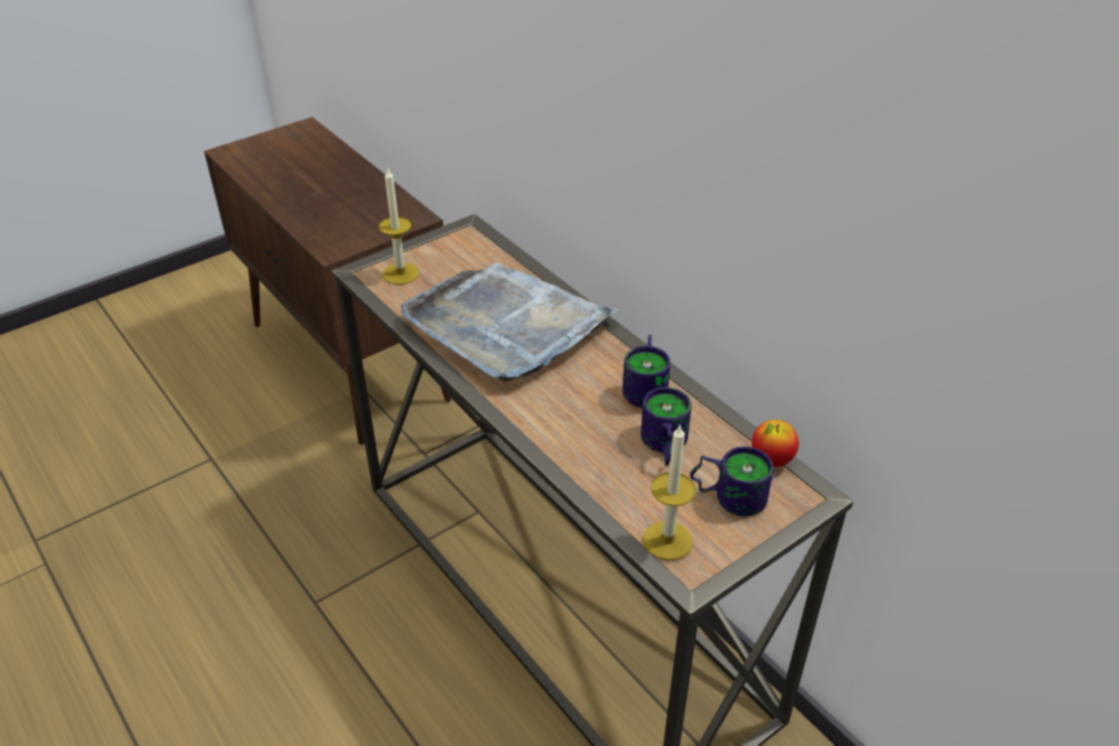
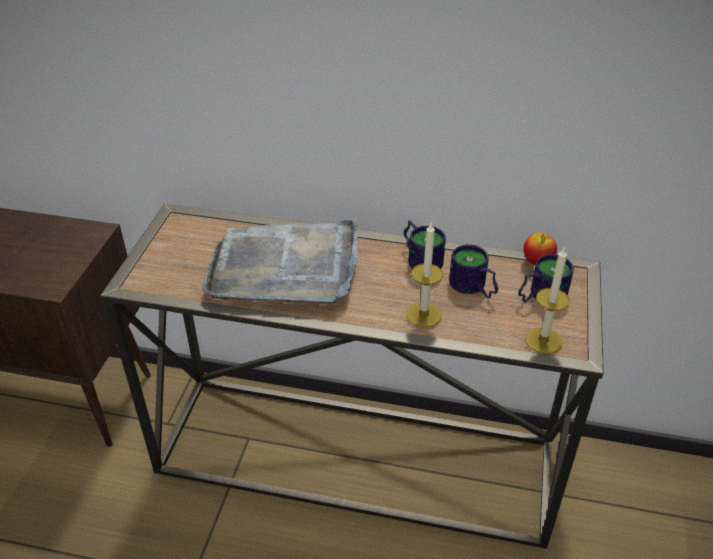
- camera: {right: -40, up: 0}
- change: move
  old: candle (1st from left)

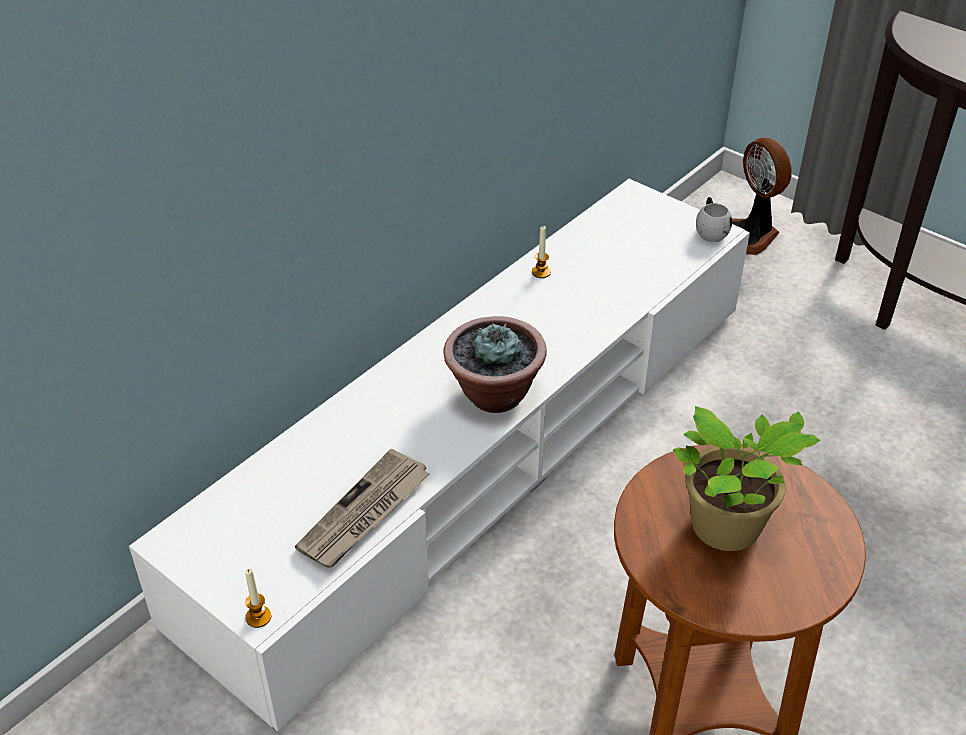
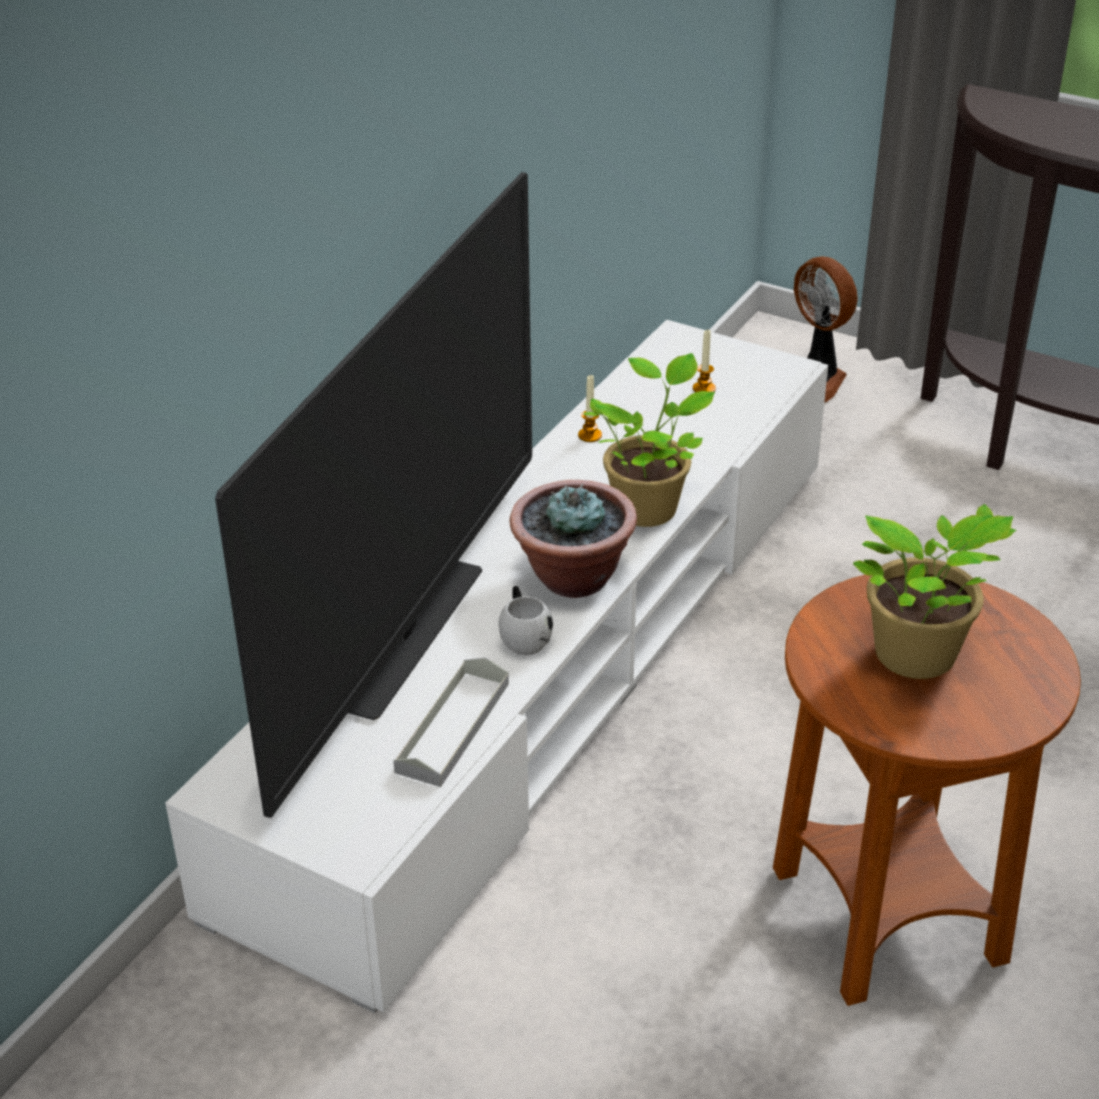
- camera: {right: -10, up: -5}
- change: move
  old: candle (1st from left in the first image)
  new: candle (2nd from left)
- change: replace
  old: newspaper
  new: grey_tray
- change: move
  old: white_mug
- change: insert
  new: television
- change: insert
  new: potted_plant (2nd from left)

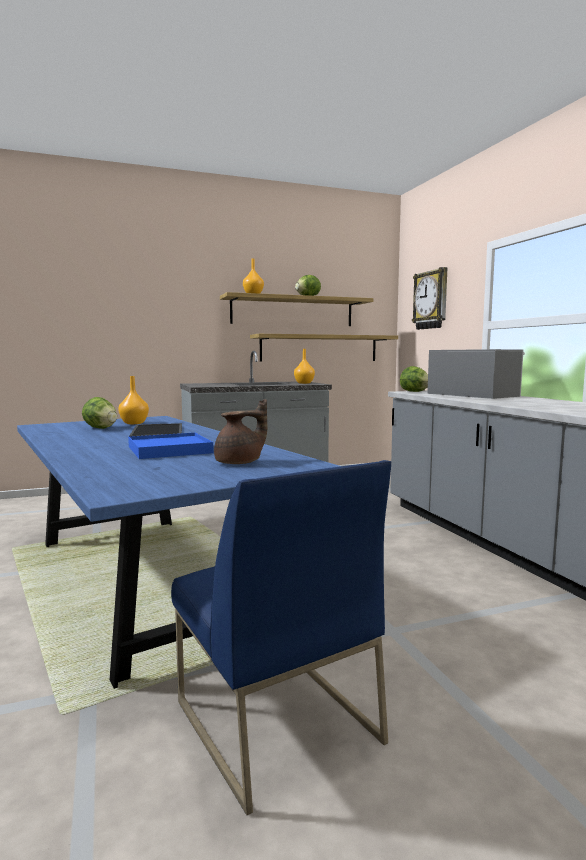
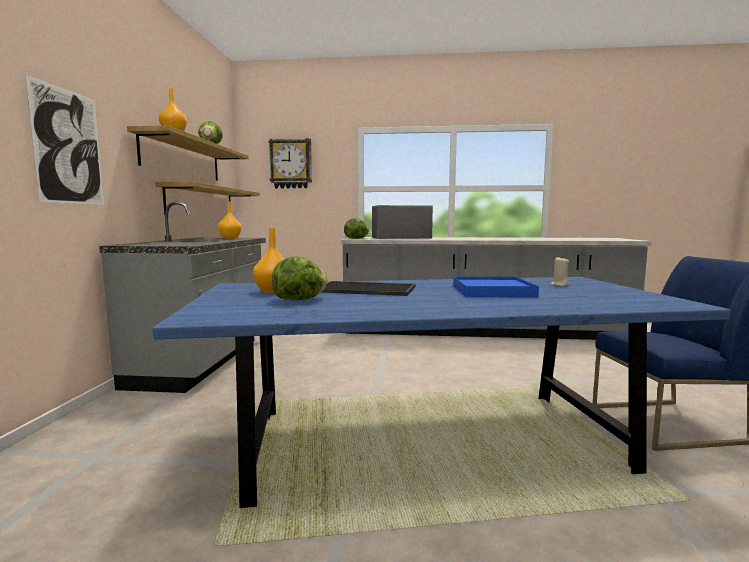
- camera: {right: -65, up: 0}
- change: replace
  old: brown_teapot
  new: beige_candle
- change: insert
  new: picture

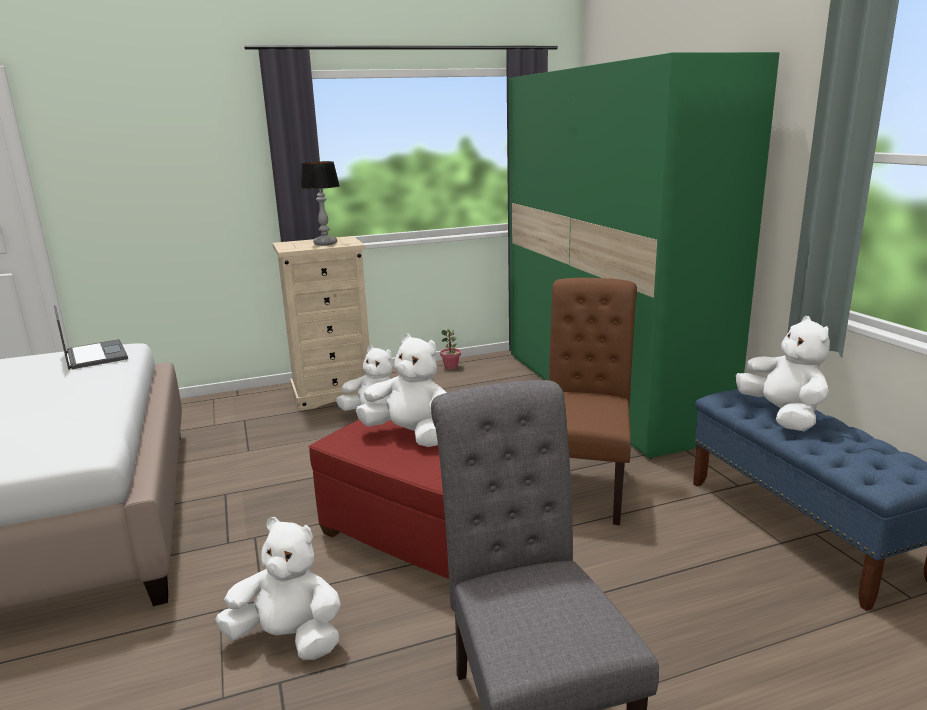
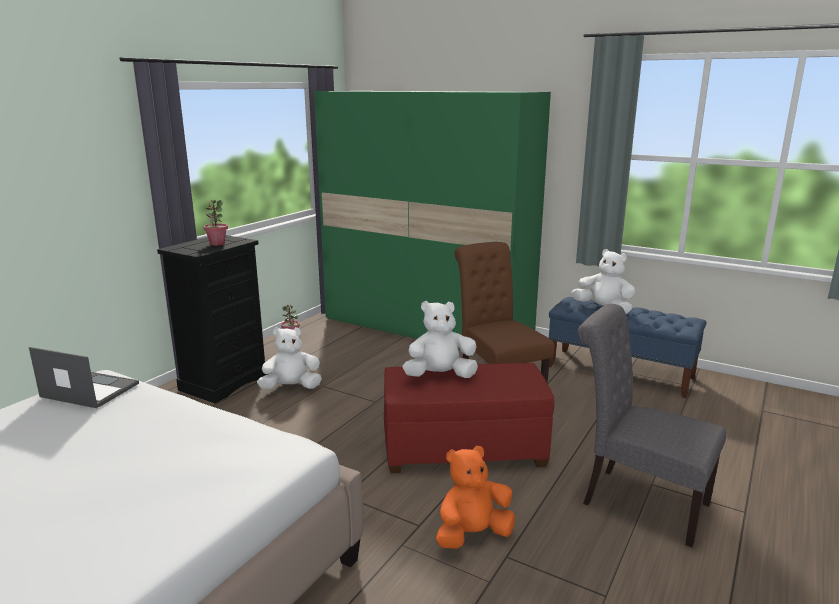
- camera: {right: -40, up: 0}
- change: recolor
  old: white_plush_toy (1st from left)
  new: orange_plush_toy
- change: recolor
  old: beige_dresser
  new: black_dresser
- change: replace
  old: table_lamp
  new: potted_plant (1st from left)

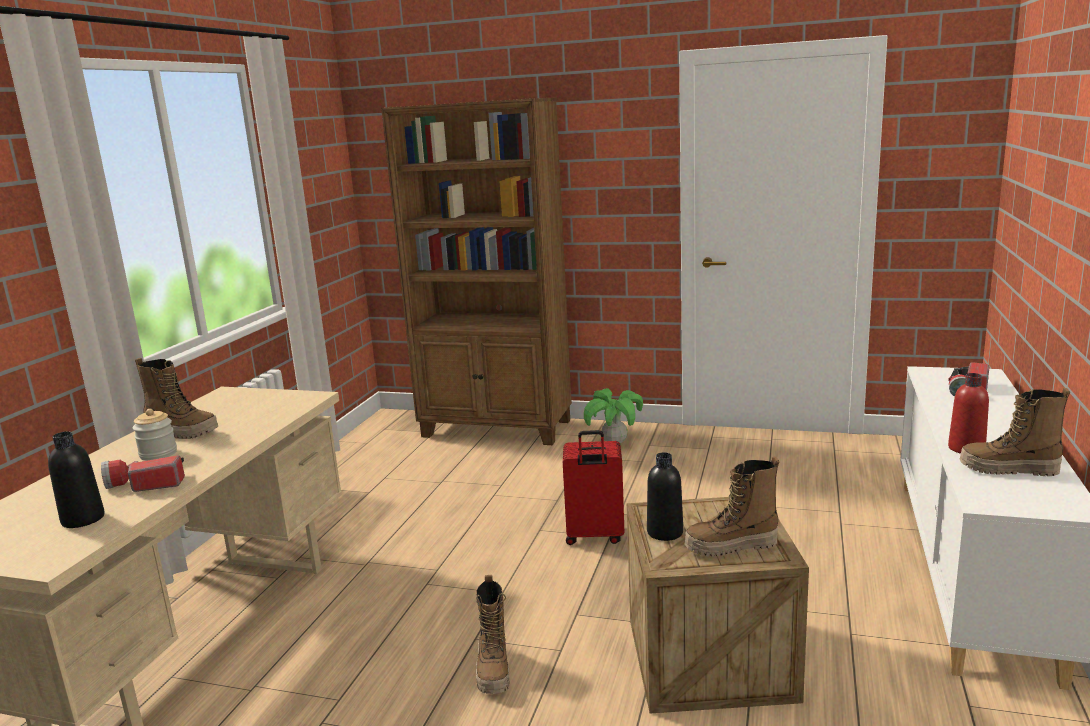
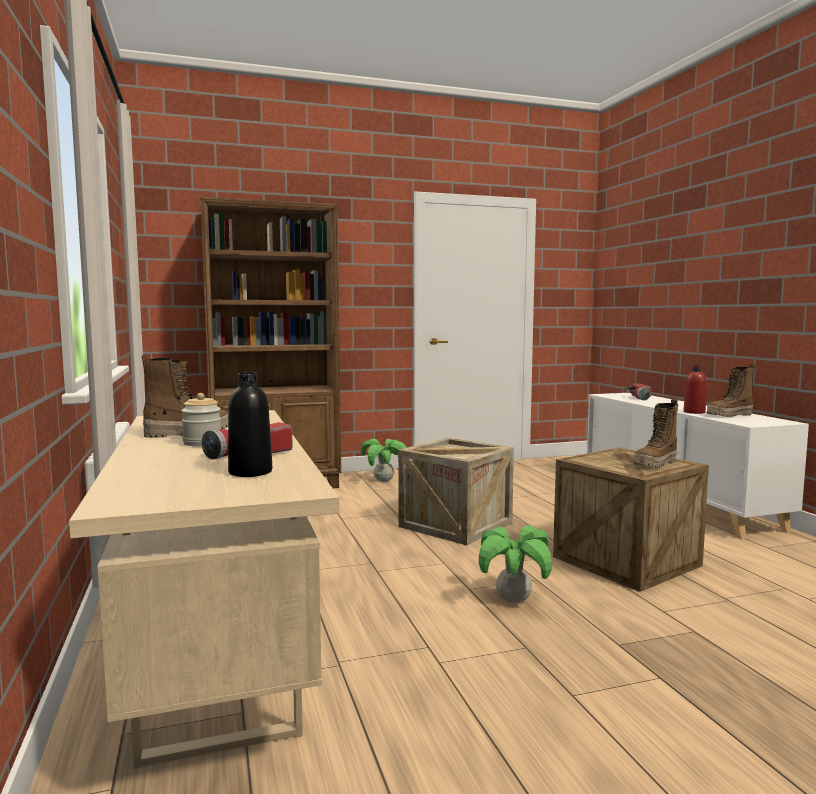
- camera: {right: -35, up: -10}
- change: replace
  old: boot (2nd from left)
  new: potted_plant (2nd from left)
- change: replace
  old: red_suitcase
  new: crate (1st from left)
- change: delete
  old: black_bottle (2nd from left)

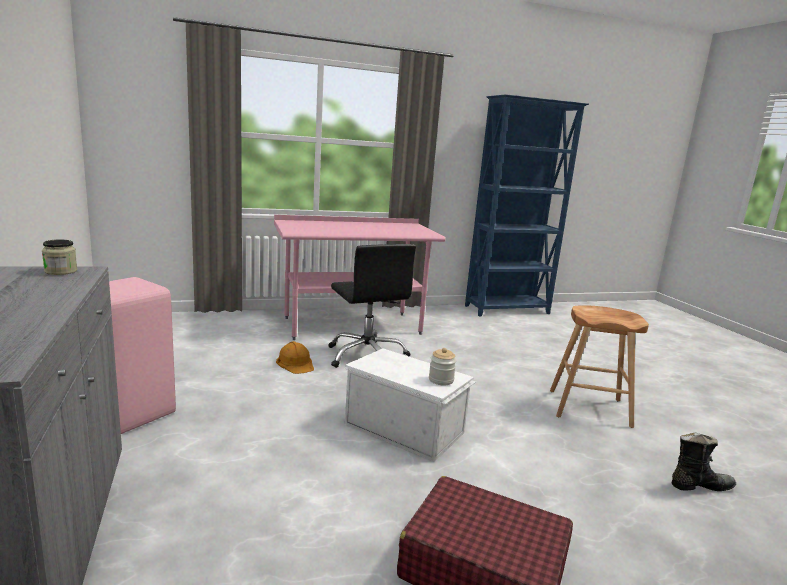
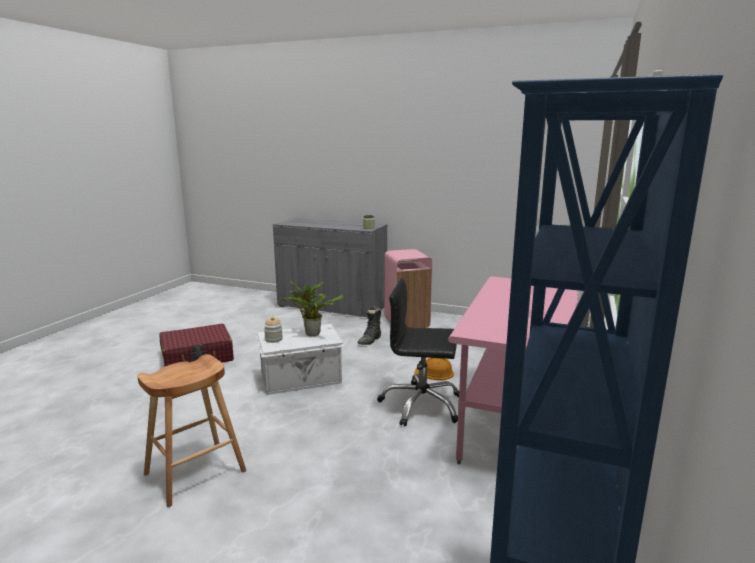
- camera: {right: 130, up: 0}
- change: move
  old: black_boot
- change: insert
  new: potted_plant

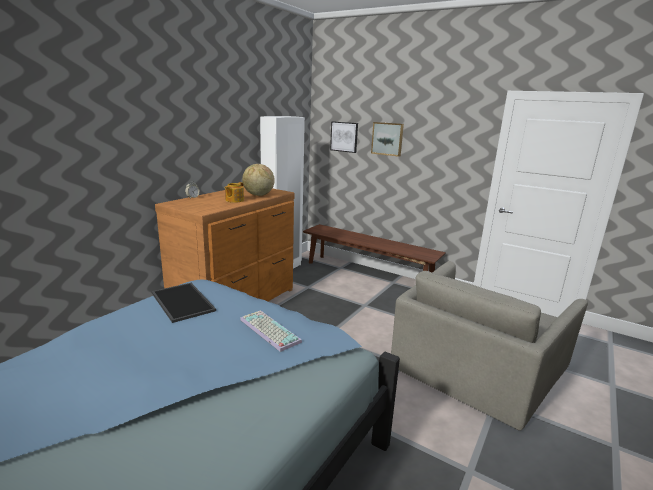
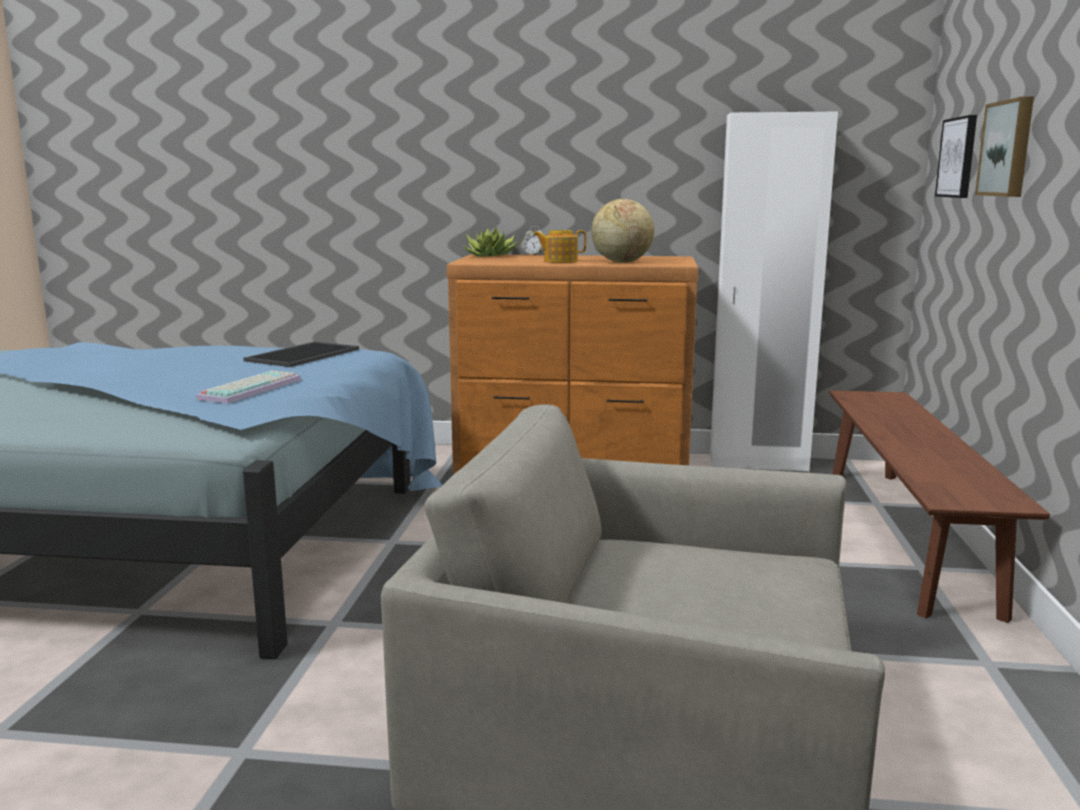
- camera: {right: 65, up: -5}
- change: insert
  new: potted_plant

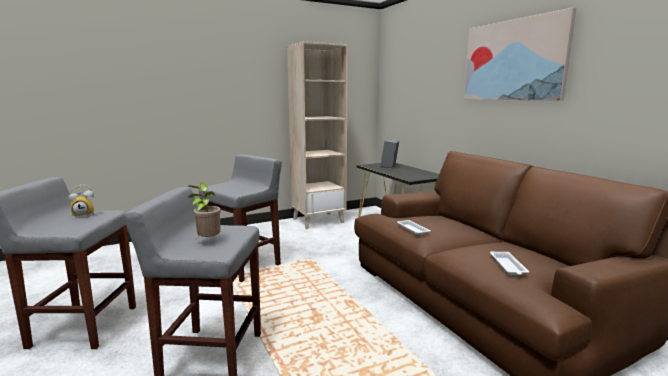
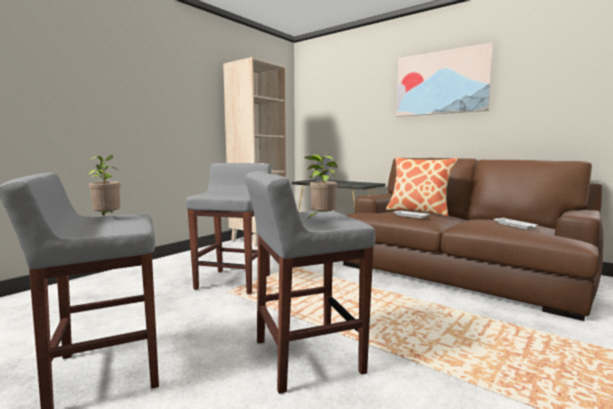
- camera: {right: -25, up: -5}
- change: replace
  old: alarm_clock
  new: potted_plant (1st from left)
- change: insert
  new: pillow

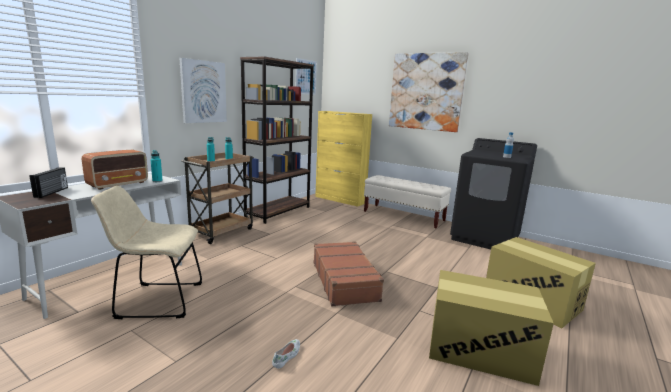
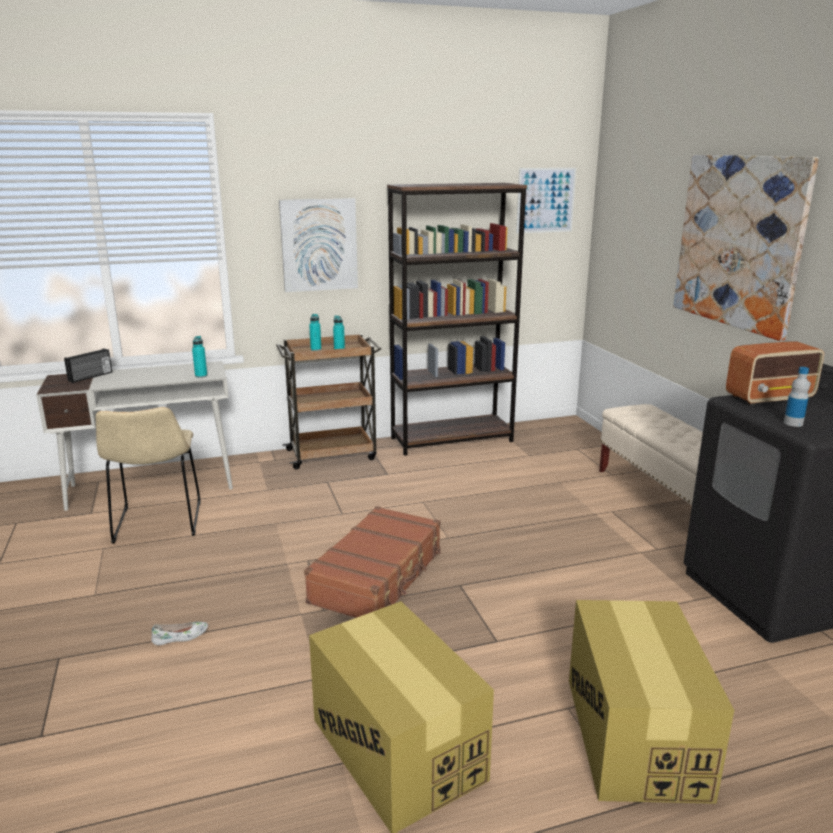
- camera: {right: 40, up: 5}
- change: move
  old: radio (2nd from left)
- change: rotate
  old: beige_chair
  degrees: -135
- change: delete
  old: yellow_cabinet

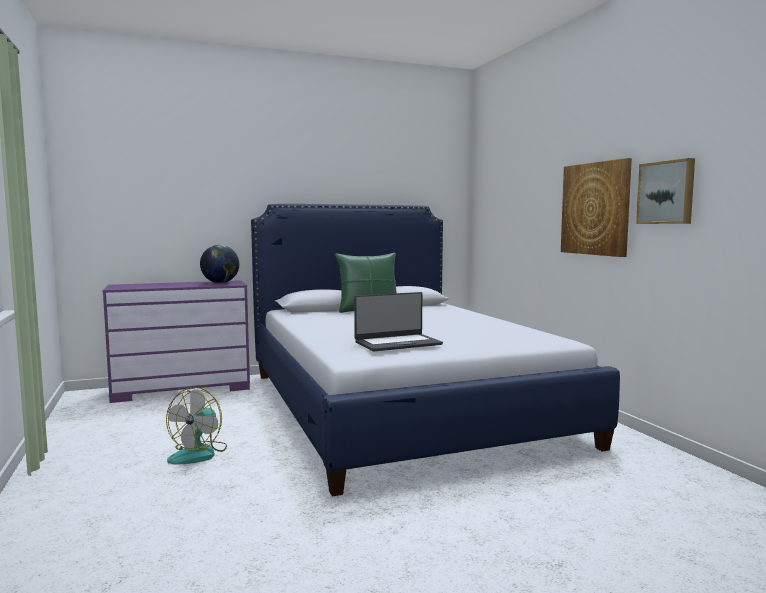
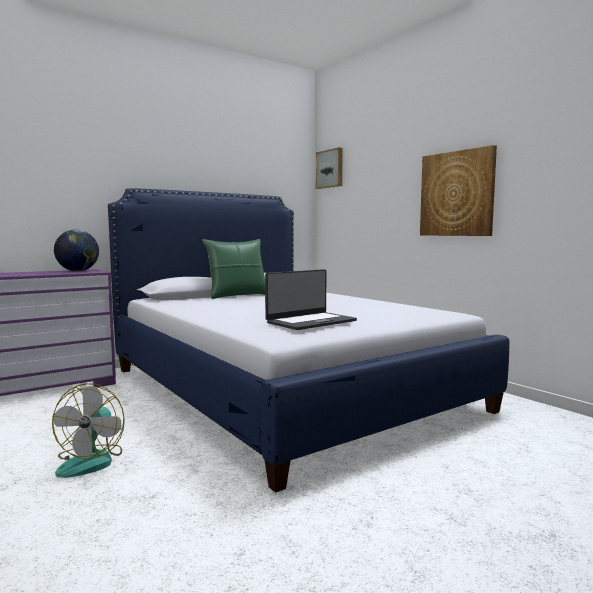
- camera: {right: -15, up: 0}
- change: move
  old: picture (2nd from left in the first image)
  new: picture (1st from left)

